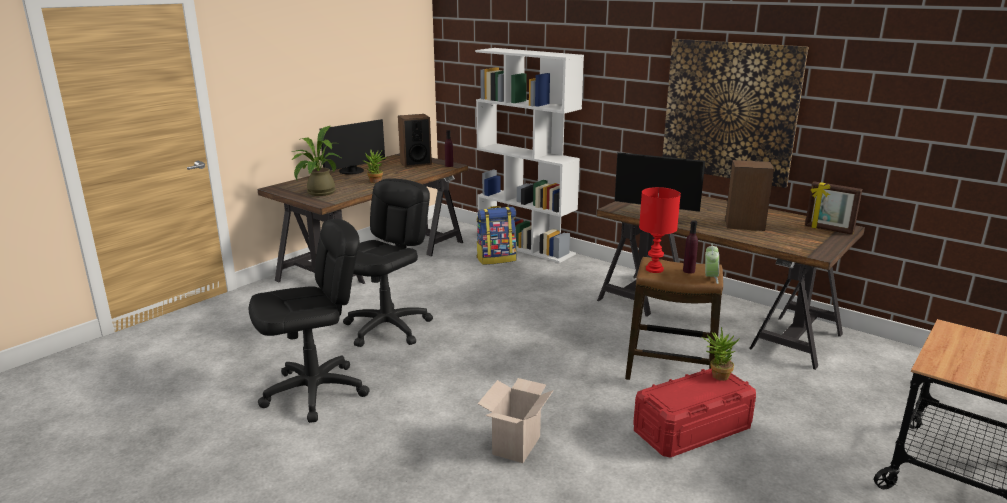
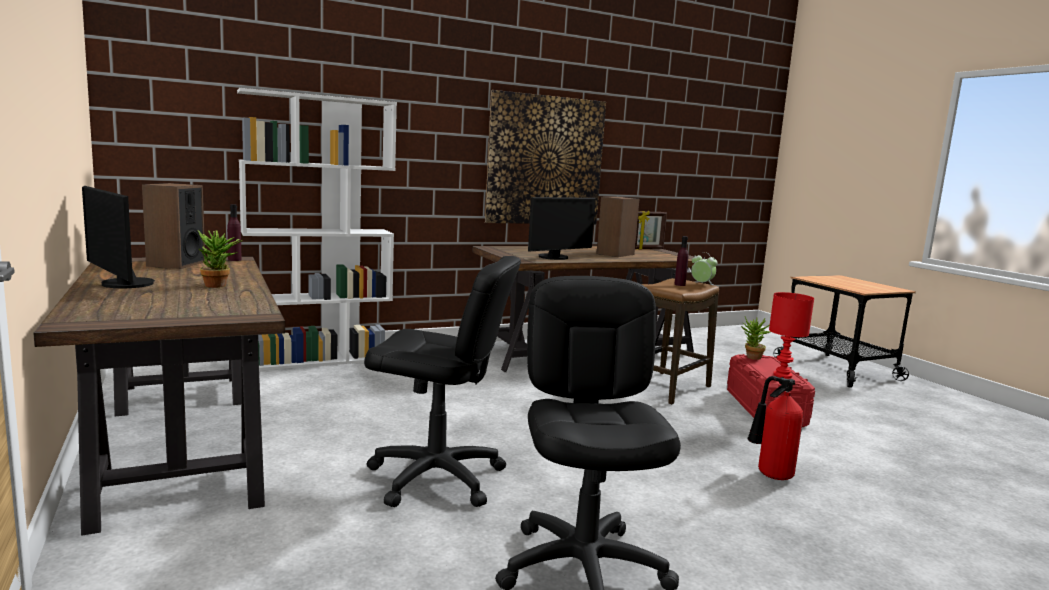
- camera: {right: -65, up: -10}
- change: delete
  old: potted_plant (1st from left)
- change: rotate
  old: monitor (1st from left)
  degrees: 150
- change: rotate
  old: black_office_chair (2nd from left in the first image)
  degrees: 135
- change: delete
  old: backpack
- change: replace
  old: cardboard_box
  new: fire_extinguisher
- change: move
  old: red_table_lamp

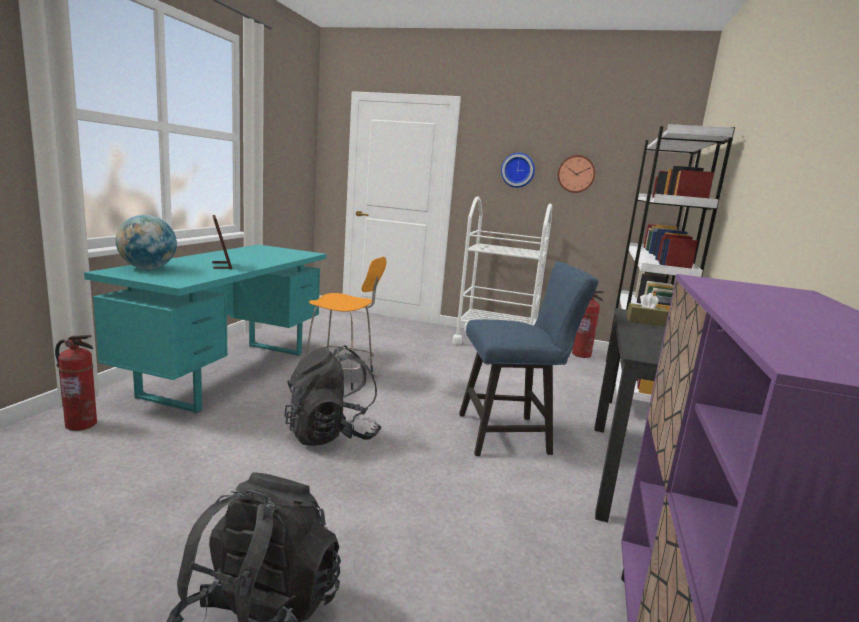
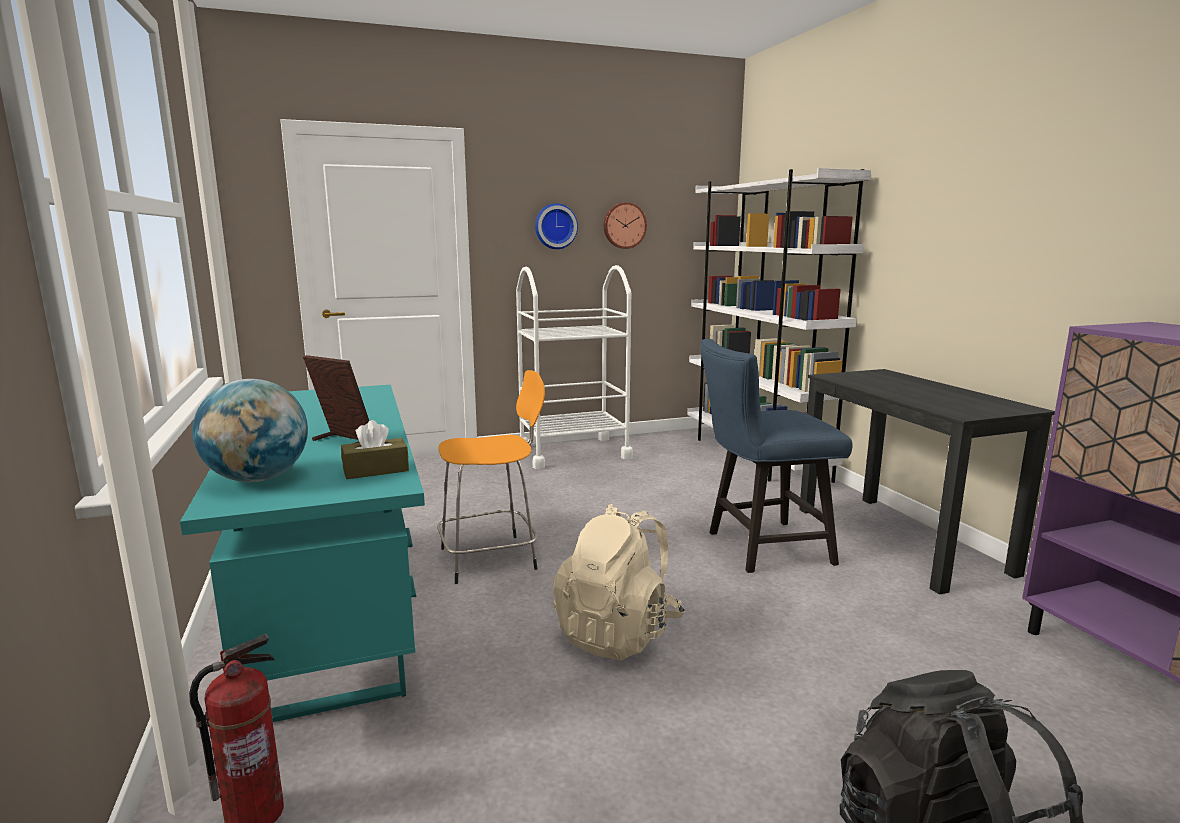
- camera: {right: -35, up: 0}
- change: recolor
  old: black_backpack (2nd from left)
  new: beige_backpack
- change: rotate
  old: blue_chair
  degrees: -150
- change: delete
  old: fire_extinguisher (2nd from left)
- change: move
  old: brown_tissue_box

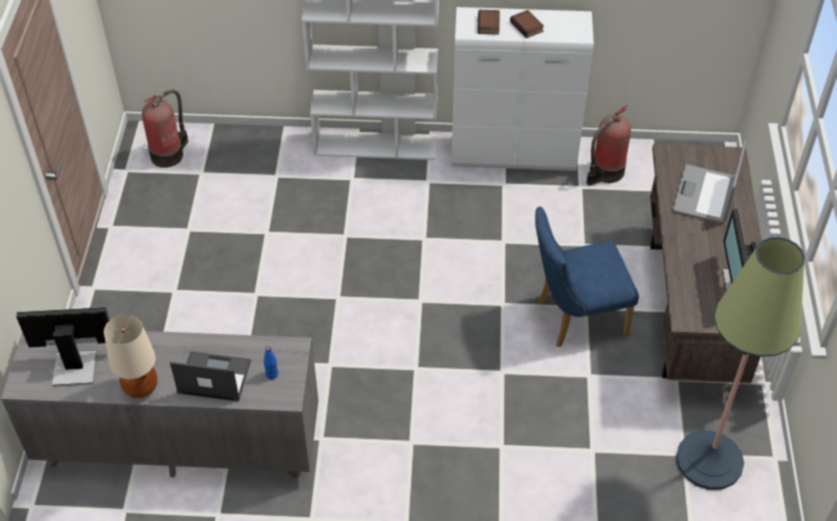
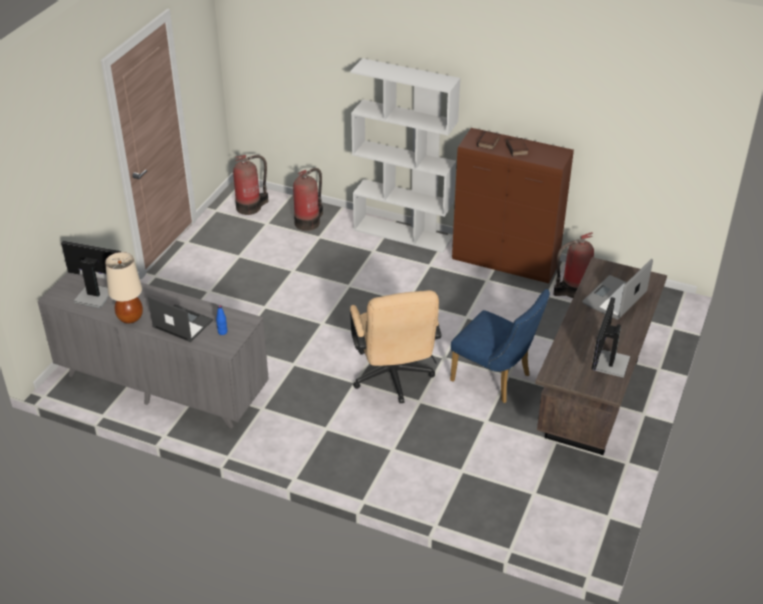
- camera: {right: 20, up: -10}
- change: recolor
  old: white_cabinet
  new: brown_cabinet
- change: rotate
  old: blue_chair
  degrees: -150
- change: delete
  old: floor_lamp
- change: insert
  new: fire_extinguisher (2nd from left)
- change: insert
  new: beige_office_chair

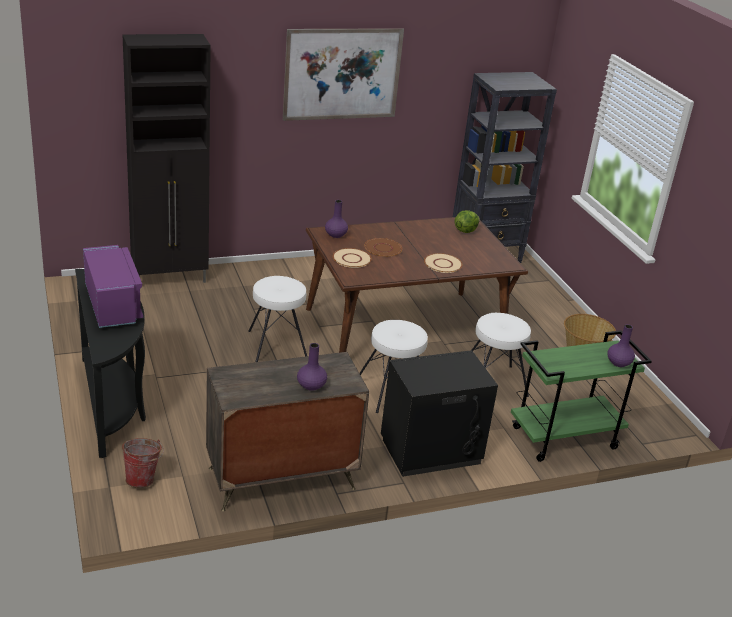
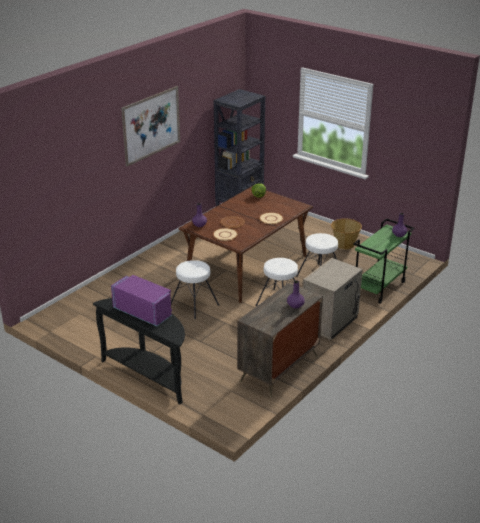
- camera: {right: -30, up: 0}
- change: delete
  old: black_cabinet
- change: delete
  old: bucket
- change: recolor
  old: black_nightstand
  new: beige_nightstand

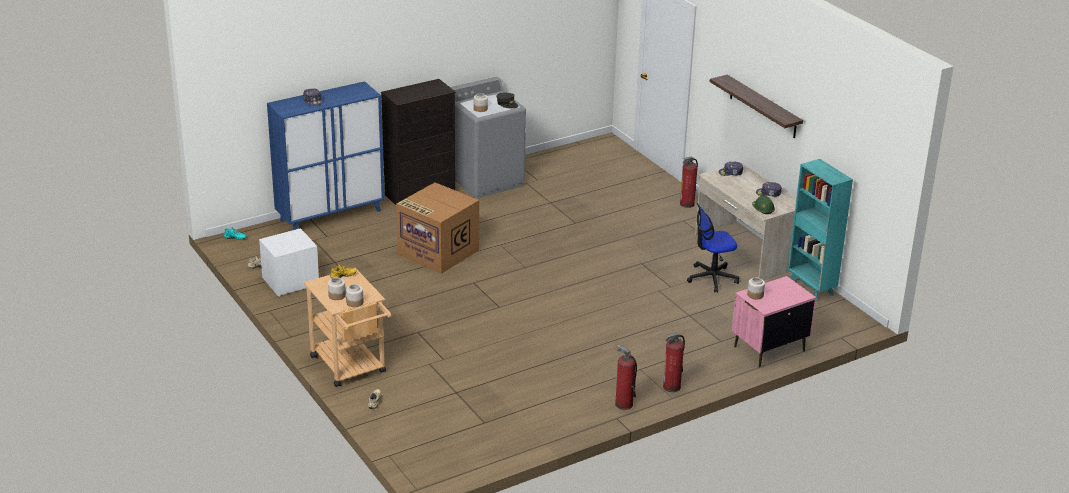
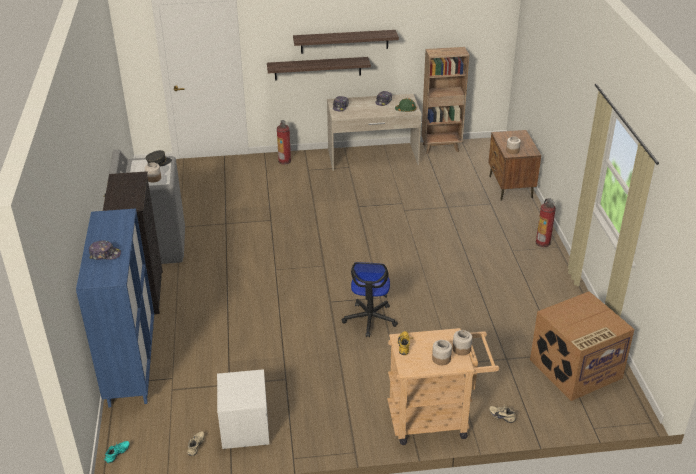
- camera: {right: -65, up: 5}
- change: move
  old: cardboard_box
- change: delete
  old: fire_extinguisher (1st from left)
- change: move
  old: office_chair
- change: recolor
  old: pink_nightstand
  new: brown_nightstand
- change: recolor
  old: turquoise_bookcase
  new: brown_bookcase
- change: insert
  new: shelf (1st from left)

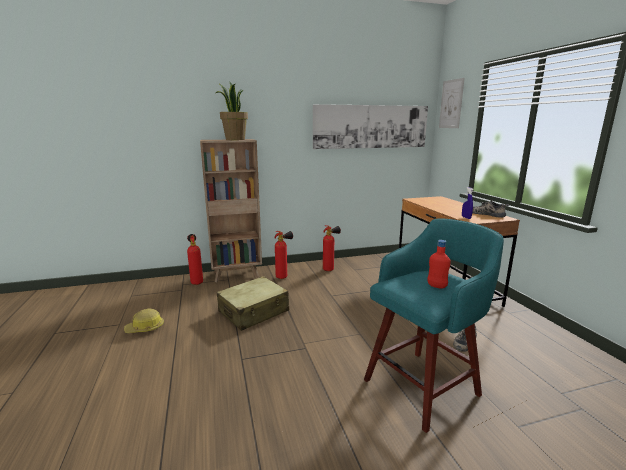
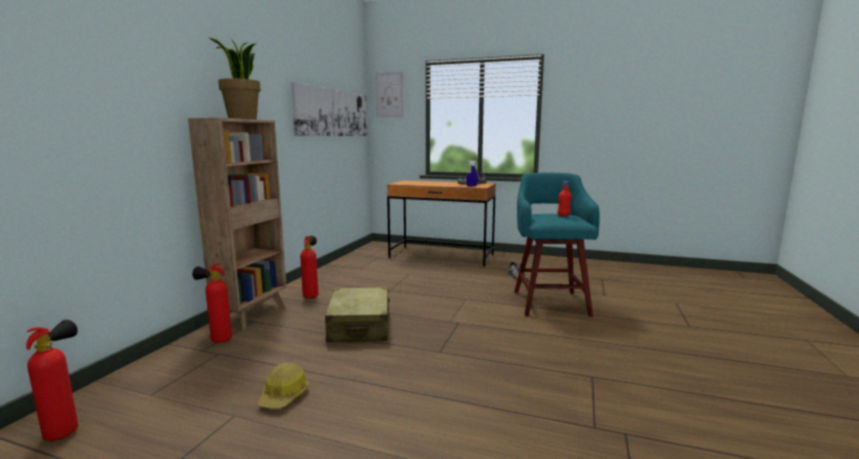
- camera: {right: -55, up: -5}
- change: move
  old: fire_extinguisher (3rd from left in the first image)
  new: fire_extinguisher (1st from left)

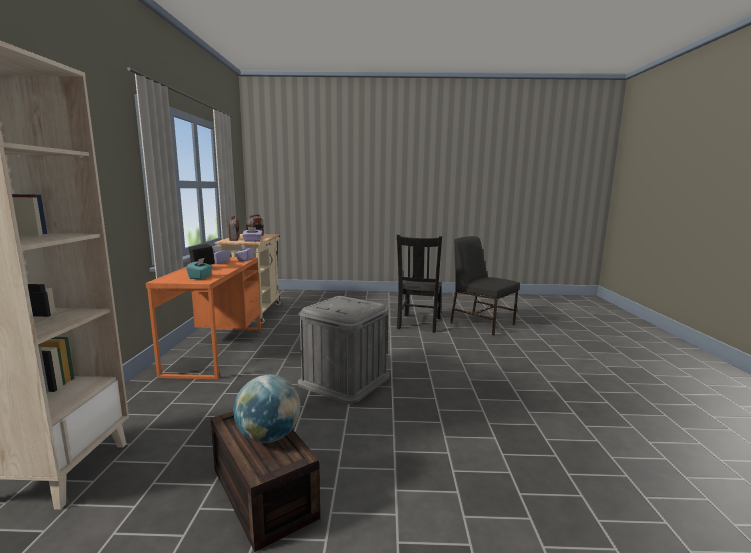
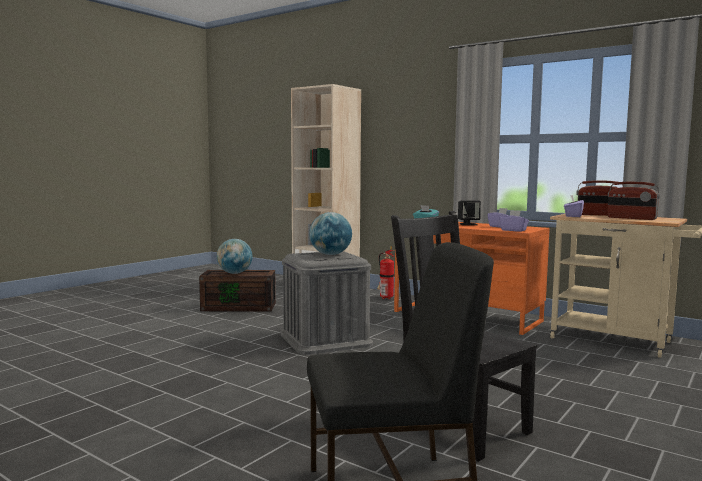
- camera: {right: 125, up: -5}
- change: insert
  new: globe (2nd from left)
- change: insert
  new: fire_extinguisher

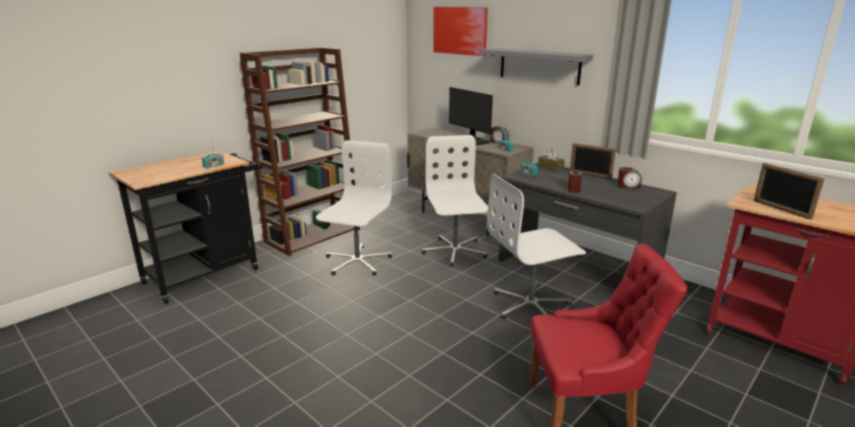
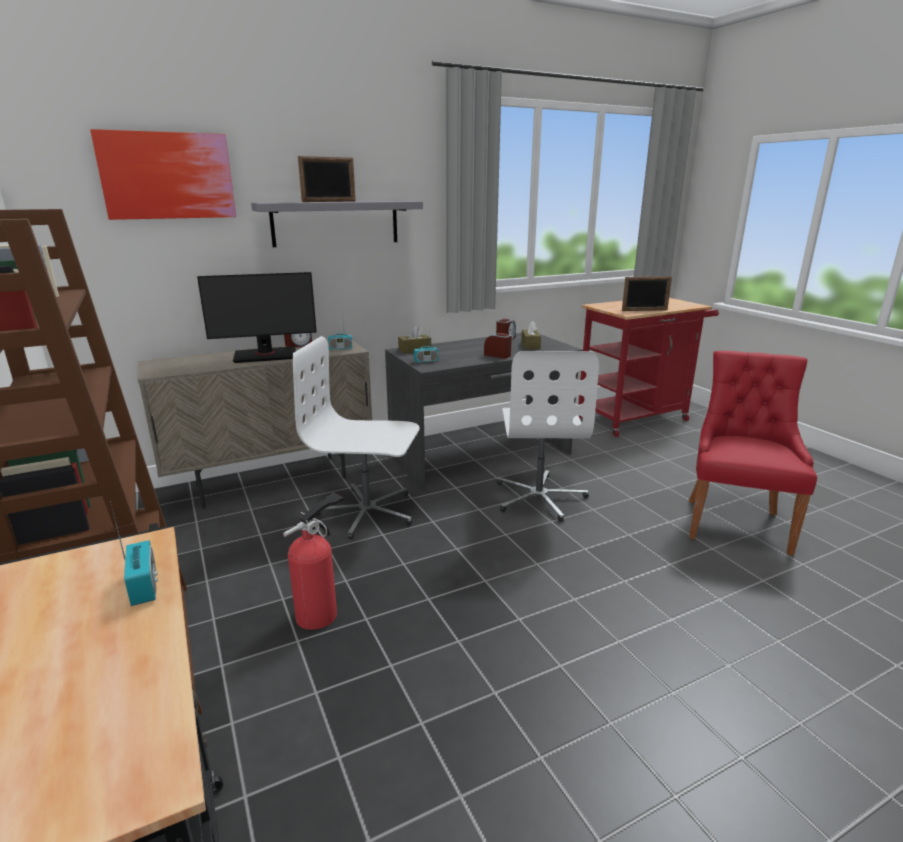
- camera: {right: -70, up: 0}
- change: replace
  old: white_office_chair (1st from left)
  new: fire_extinguisher
- change: move
  old: picture_frame (1st from left)
- change: insert
  new: brown_tissue_box (2nd from left)

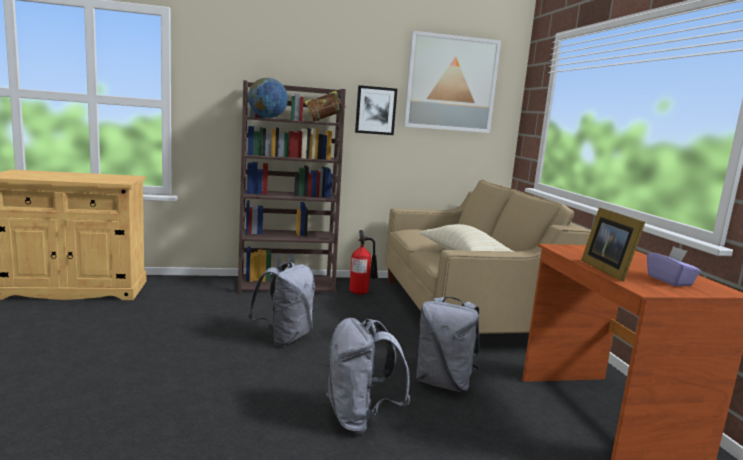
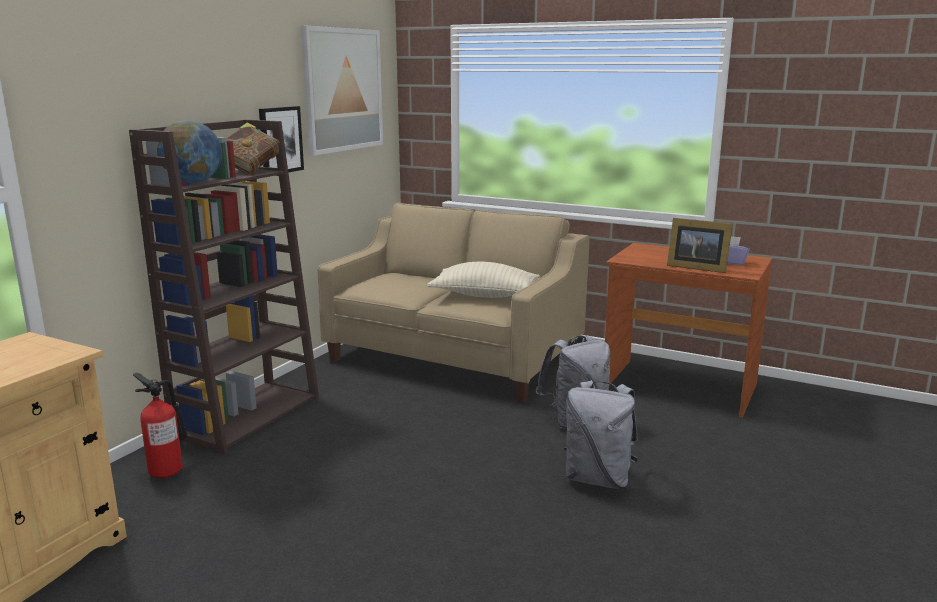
- camera: {right: -50, up: 5}
- change: delete
  old: grey_backpack (1st from left)
- change: move
  old: fire_extinguisher

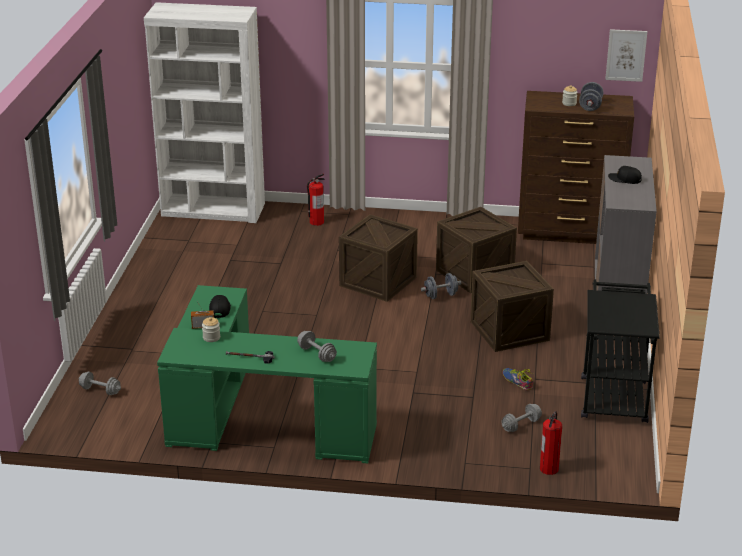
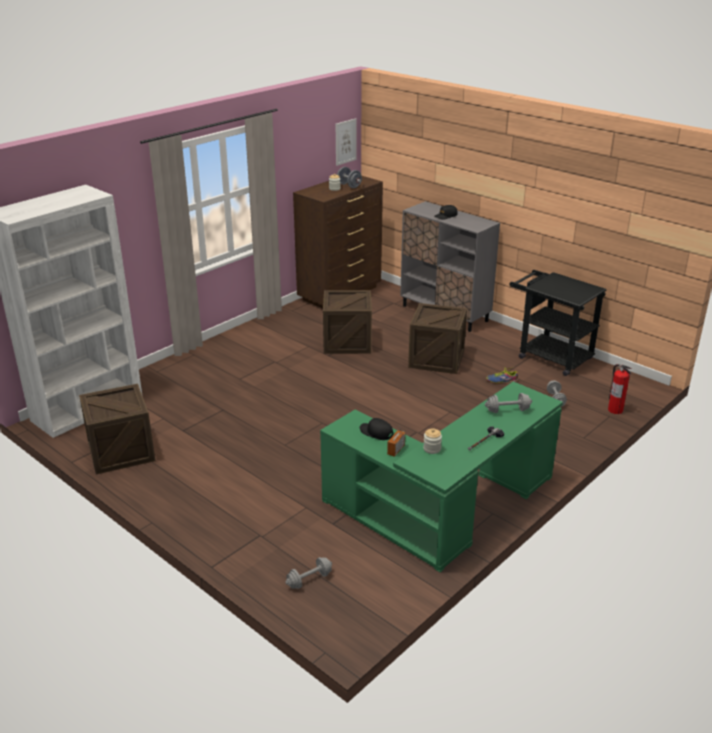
- camera: {right: -55, up: 0}
- change: delete
  old: fire_extinguisher (1st from left)
- change: move
  old: crate (1st from left)
- change: delete
  old: grey_dumbbell (3rd from left)

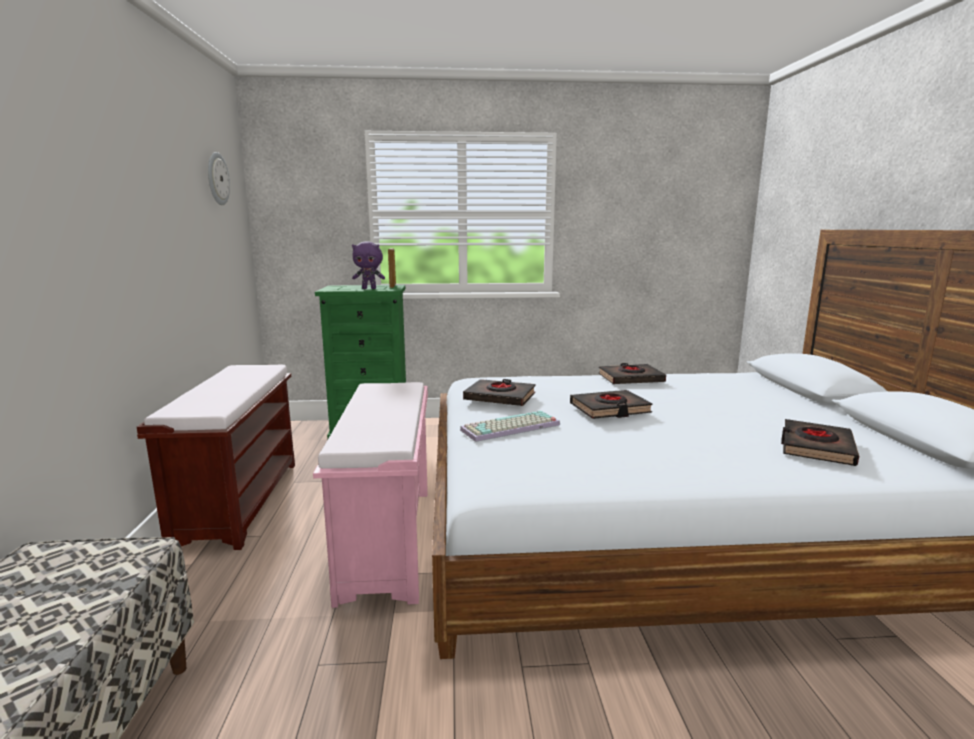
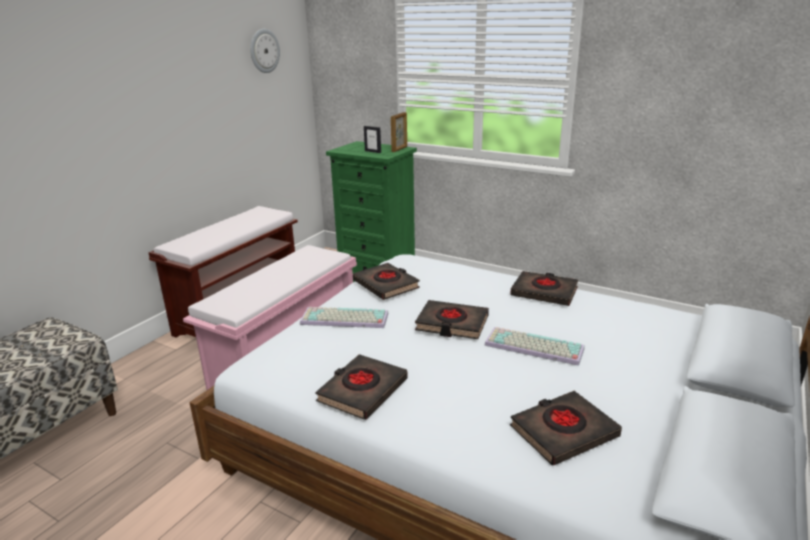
- camera: {right: 35, up: 10}
- change: replace
  old: purple_plush_toy
  new: picture_frame (1st from left)
- change: insert
  new: black_book (1st from left)
- change: insert
  new: keyboard (2nd from left)

